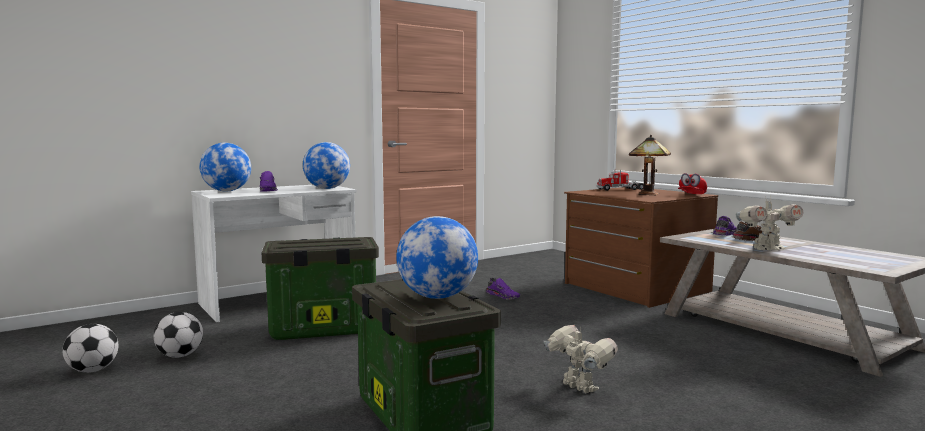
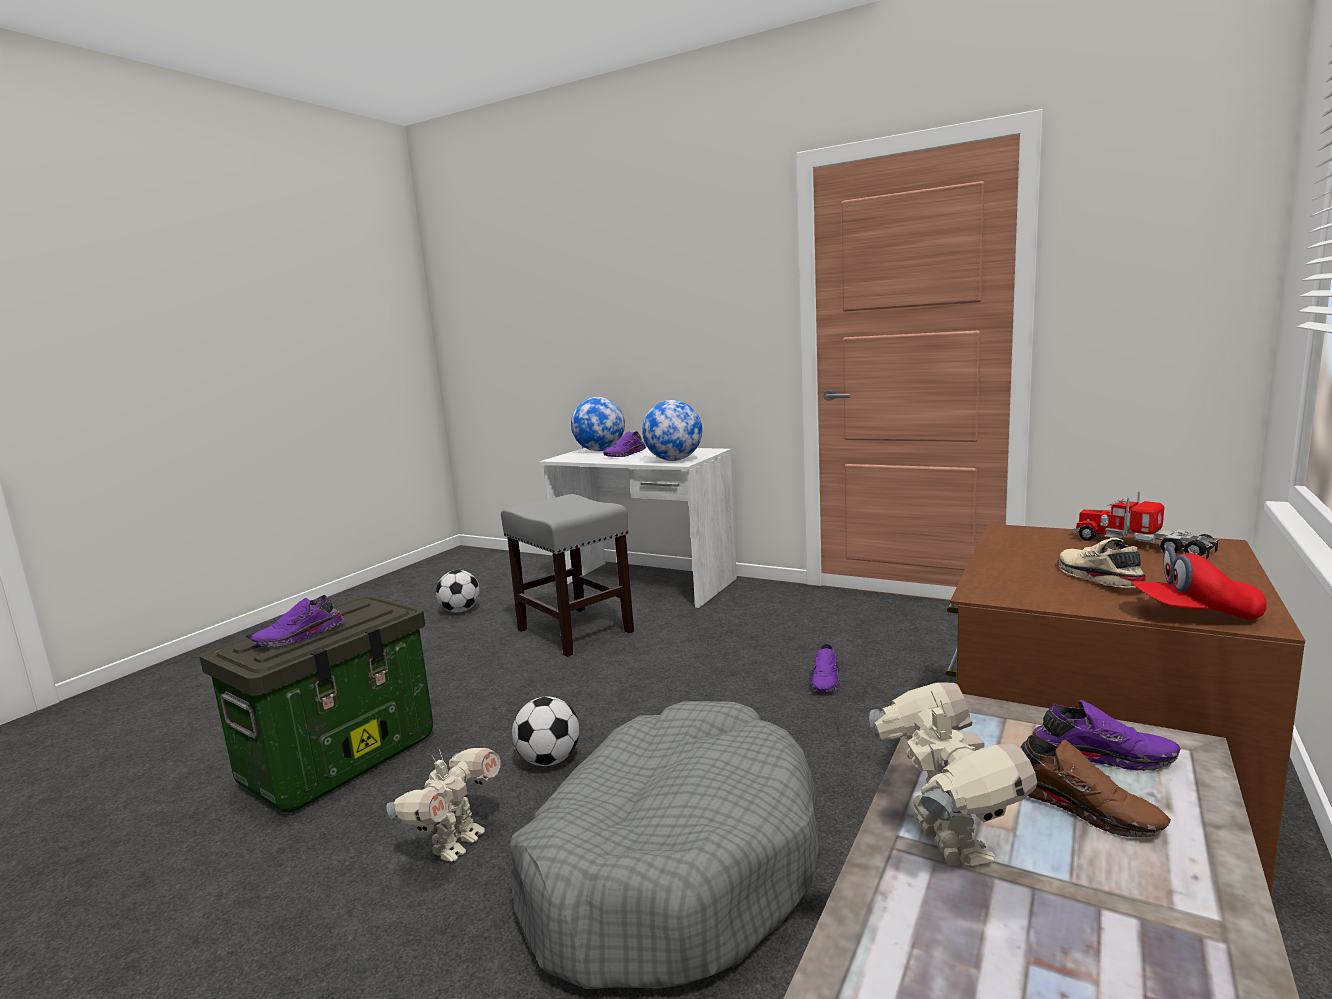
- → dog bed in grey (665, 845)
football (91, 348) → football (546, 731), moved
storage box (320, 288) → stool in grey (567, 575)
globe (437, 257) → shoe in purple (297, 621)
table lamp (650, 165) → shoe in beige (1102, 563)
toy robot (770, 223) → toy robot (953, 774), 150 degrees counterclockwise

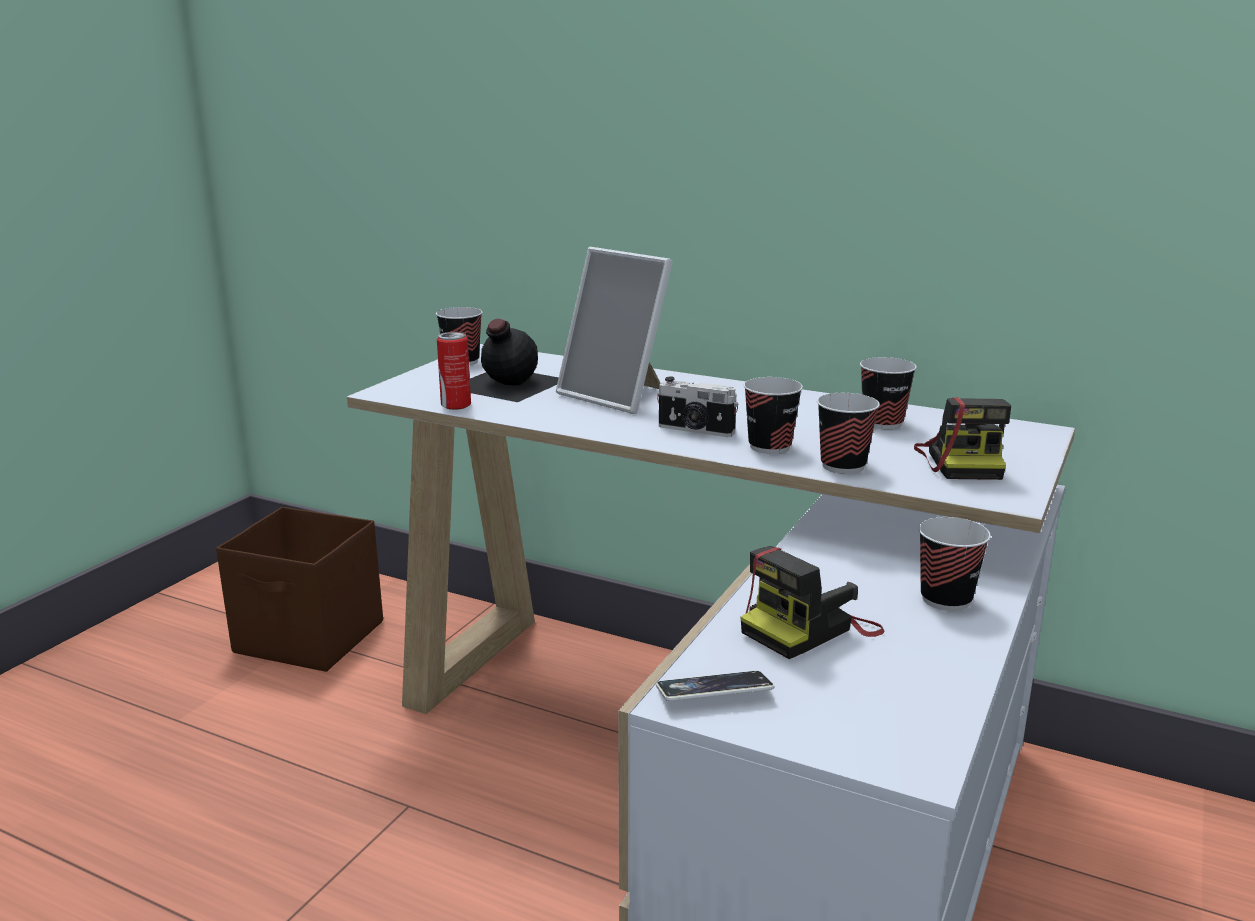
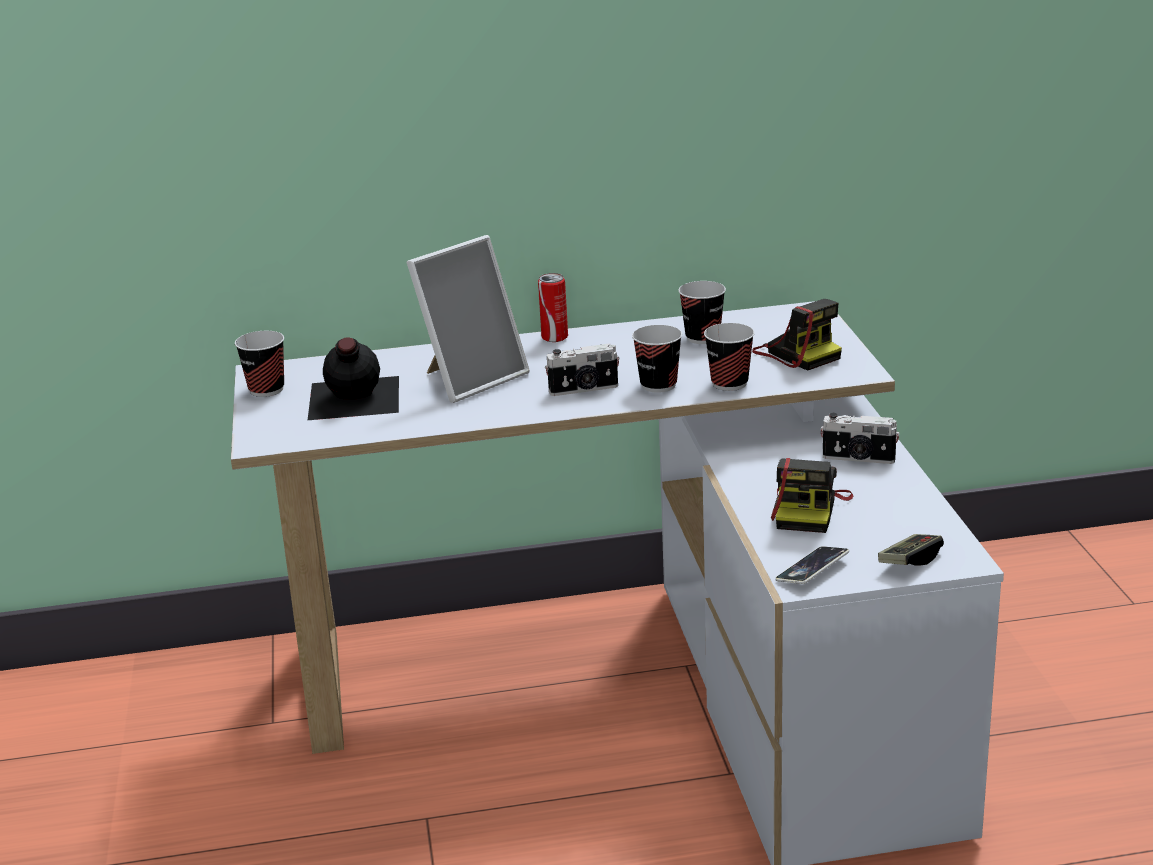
storage box in brown (299, 589) → -
- → game controller (911, 550)
can (454, 371) → can (553, 307), moved
cup (954, 564) → photo camera (860, 438)
picture frame (614, 330) → picture frame (468, 319), 45 degrees counterclockwise

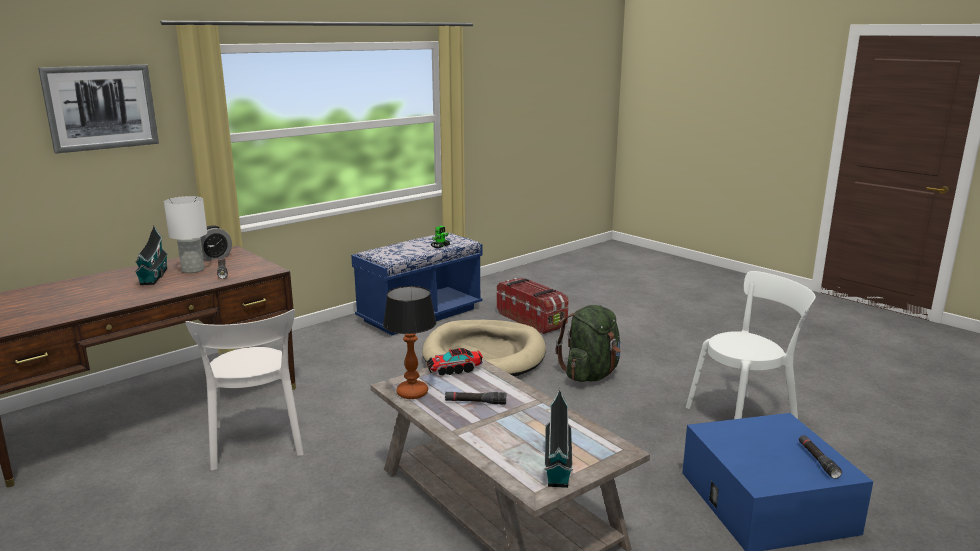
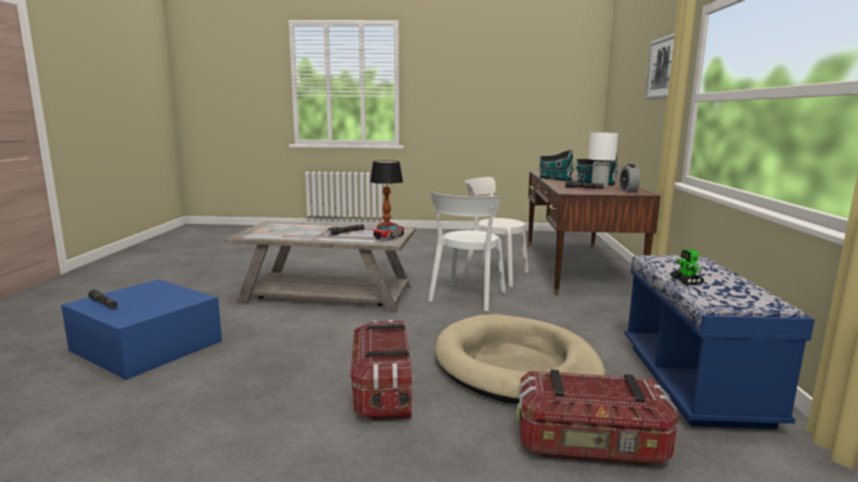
toy house (558, 438) → toy house (556, 165), moved
chair in white (751, 345) → chair in white (467, 251), moved
backpack in green (588, 343) → storage box (382, 370)

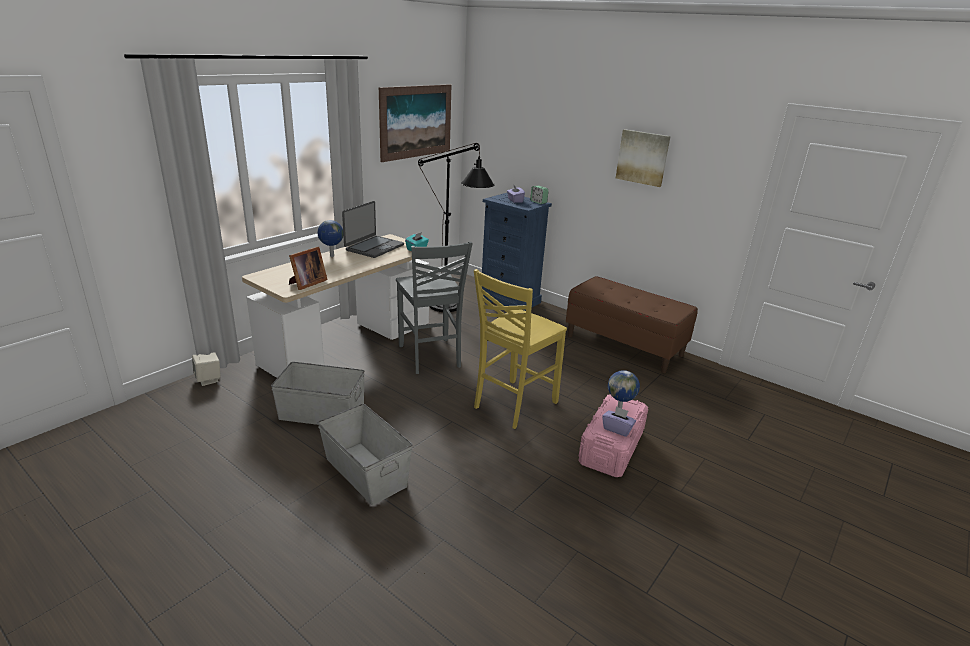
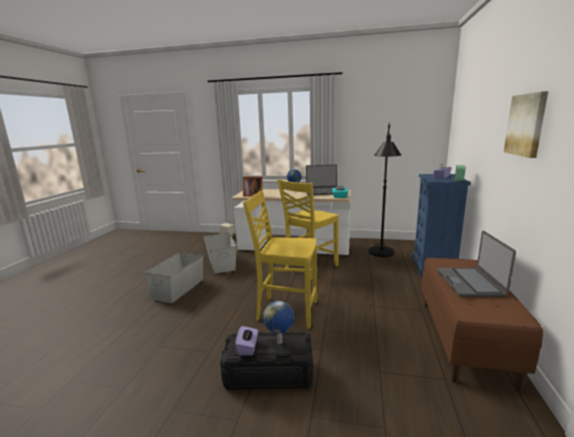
picture (415, 123) → -
- → laptop (476, 264)
chair in grey (434, 307) → chair in yellow (308, 229)
storage box in pink (613, 436) → storage box in black (266, 360)

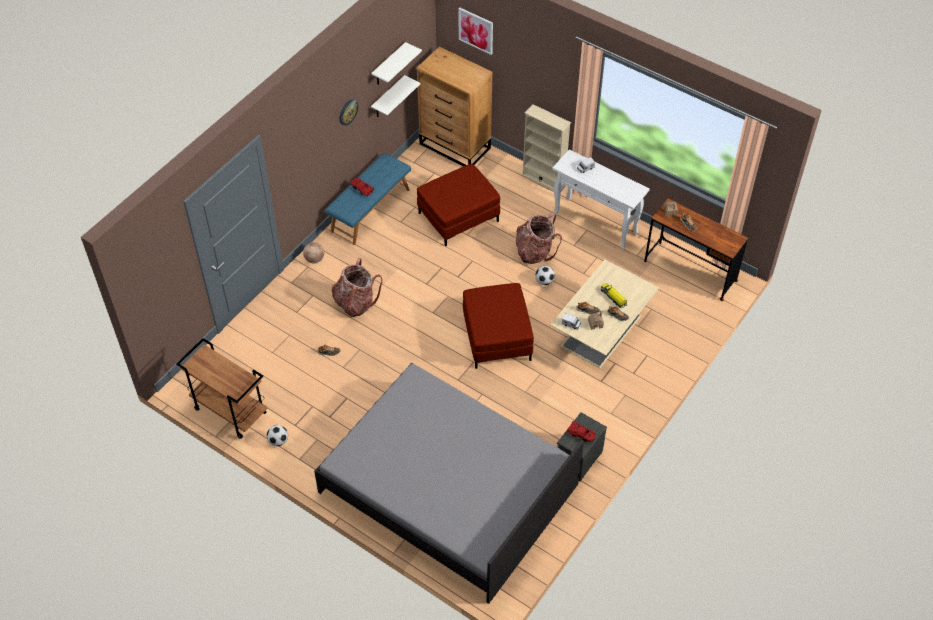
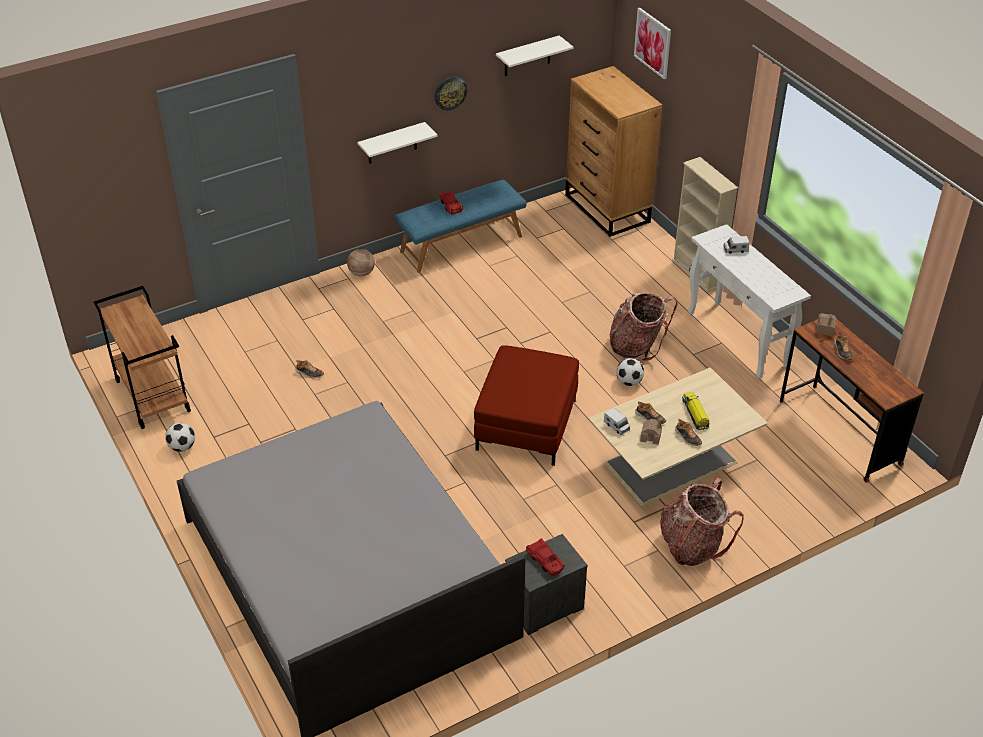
ottoman in red (458, 205) → -
backpack (357, 287) → backpack (702, 522), moved
shelf in white (395, 96) → shelf in white (398, 143), moved

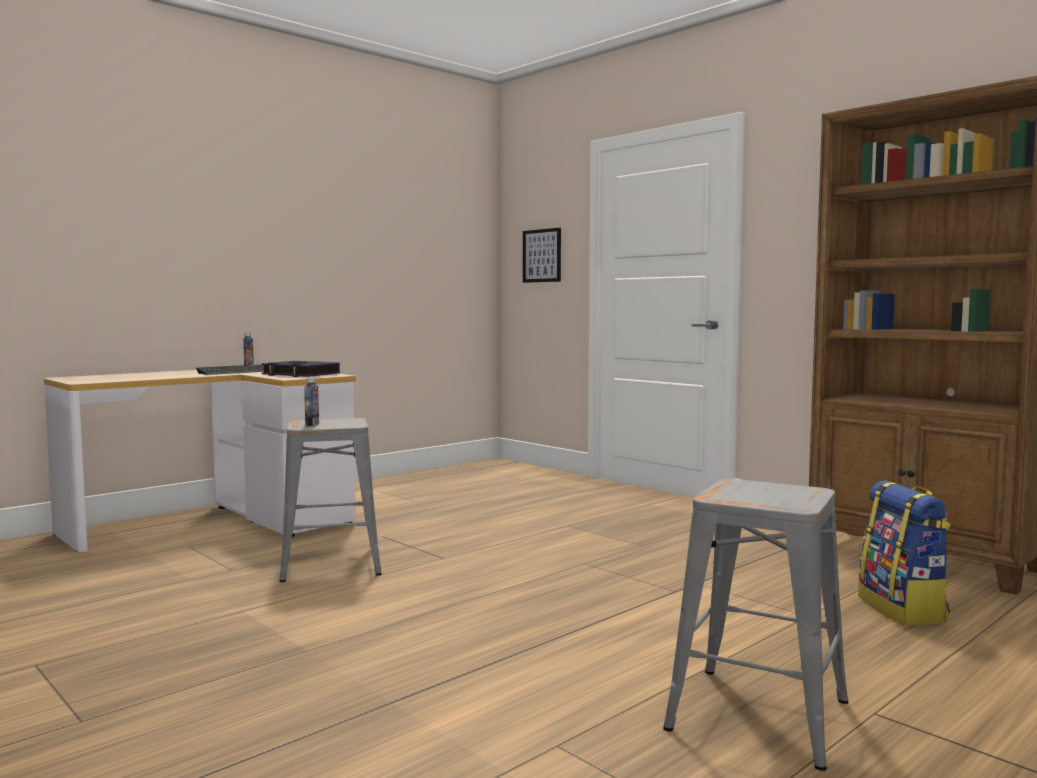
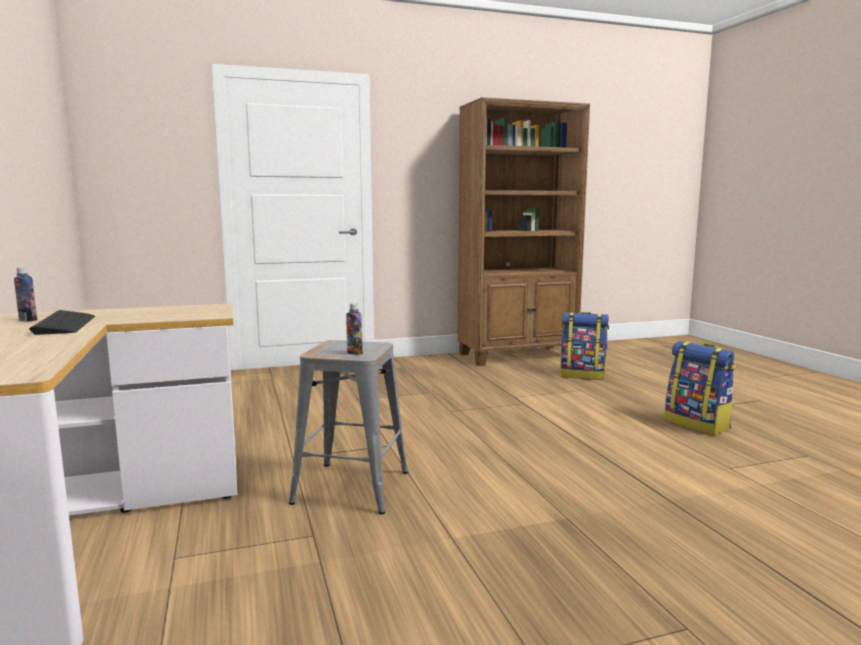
book (301, 369) → -
picture (542, 255) → -
stool in grey (755, 625) → backpack (700, 388)

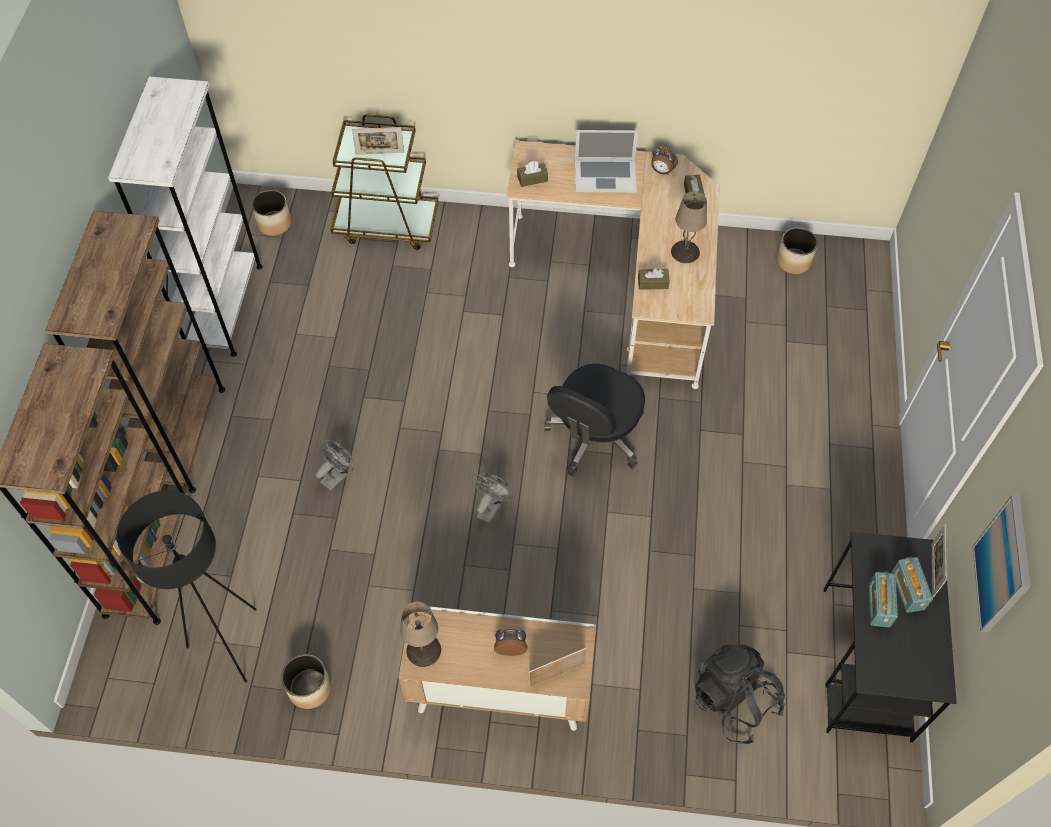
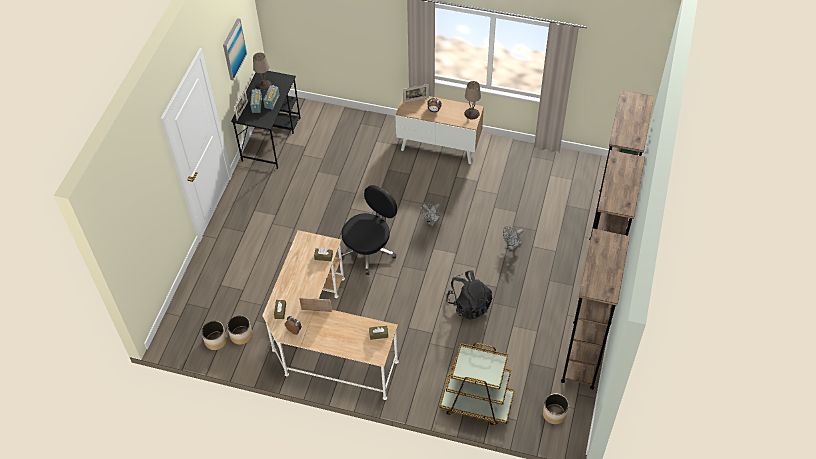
floor lamp in black (187, 587) → -
laptop (606, 161) → -
planter (306, 681) → planter (240, 330), moved
picture frame (378, 141) → picture frame (315, 305), moved
table lamp in beige (689, 227) → table lamp in beige (262, 72), moved
backpack in black (740, 693) → backpack in black (469, 295), moved
bookcase in white (185, 217) → bookcase in brown (595, 309)

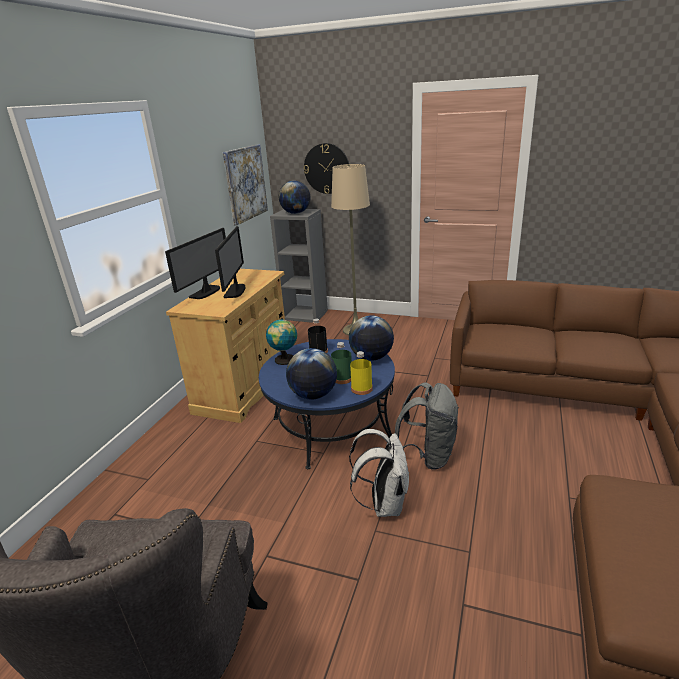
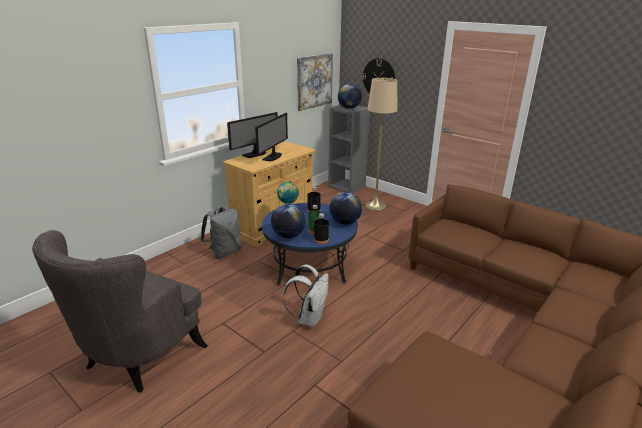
backpack in grey (427, 426) → backpack in grey (221, 232), moved
bottle in yellow (361, 373) → bottle in black (321, 228)

